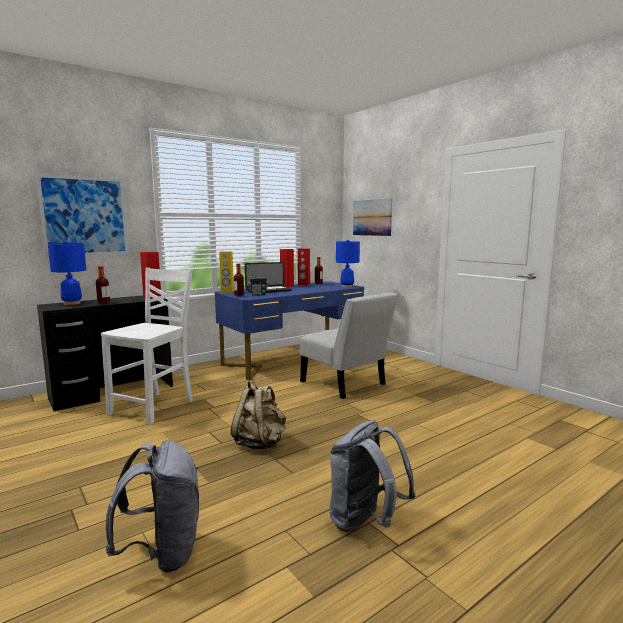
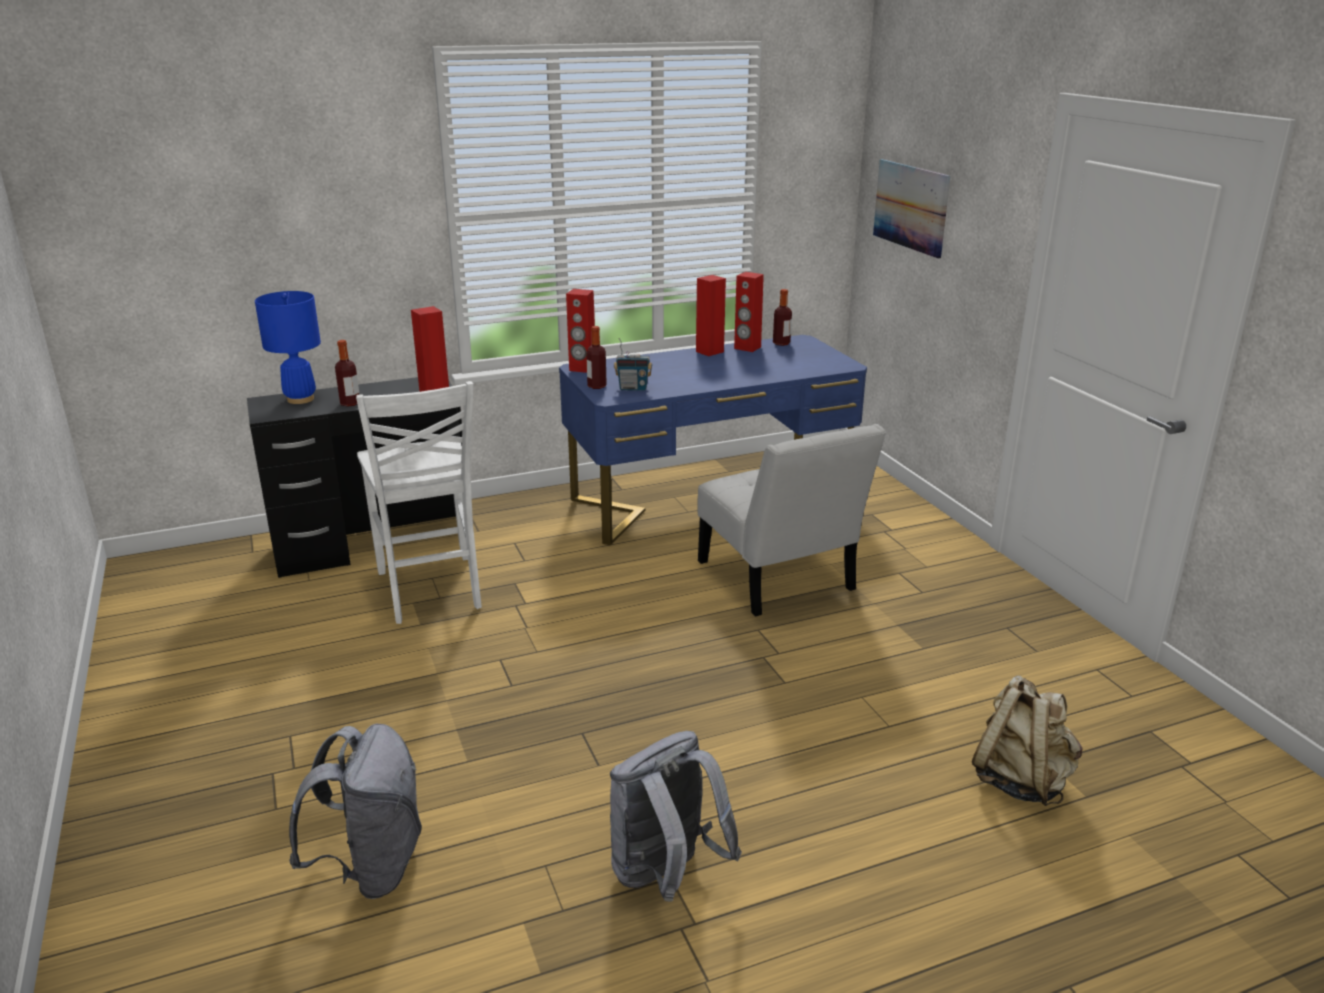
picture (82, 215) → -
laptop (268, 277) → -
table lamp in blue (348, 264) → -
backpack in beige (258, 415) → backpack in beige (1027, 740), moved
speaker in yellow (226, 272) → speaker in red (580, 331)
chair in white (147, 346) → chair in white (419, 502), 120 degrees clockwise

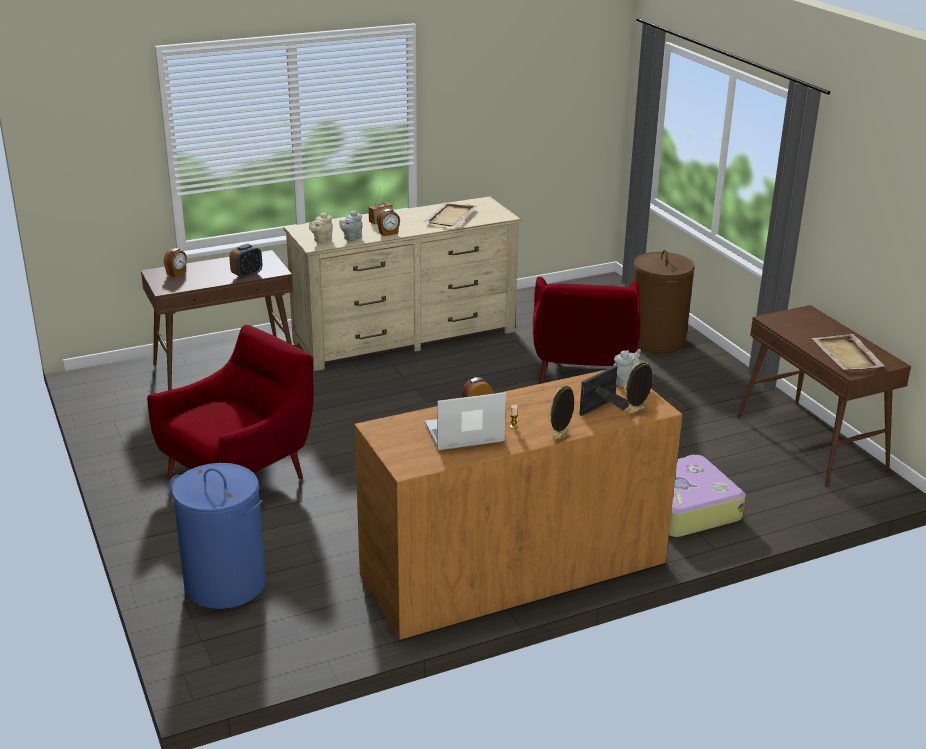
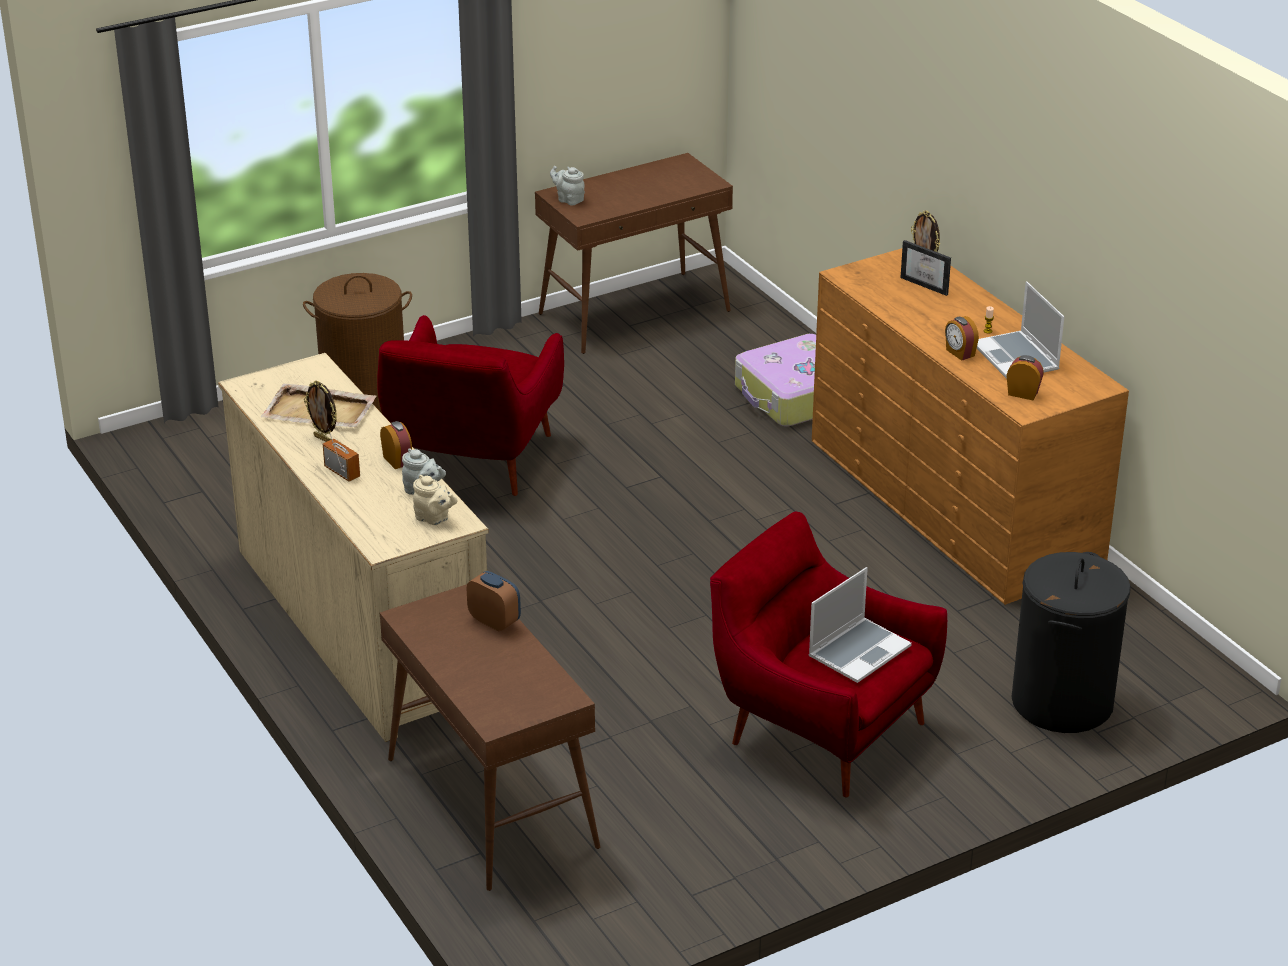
tray in beige (848, 352) → -
- → laptop (860, 625)
alarm clock (175, 262) → alarm clock (1025, 377), moved
picture frame (561, 412) → picture frame (320, 411), moved
teapot in grey (627, 368) → teapot in grey (567, 185), moved
laundry basket in blue (217, 536) → laundry basket in black (1071, 642)
armchair in red (586, 330) → armchair in red (470, 405), 105 degrees clockwise

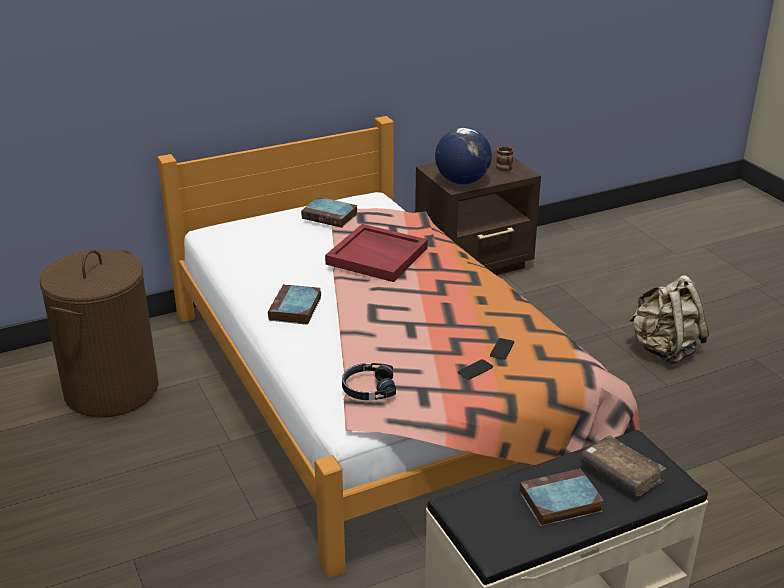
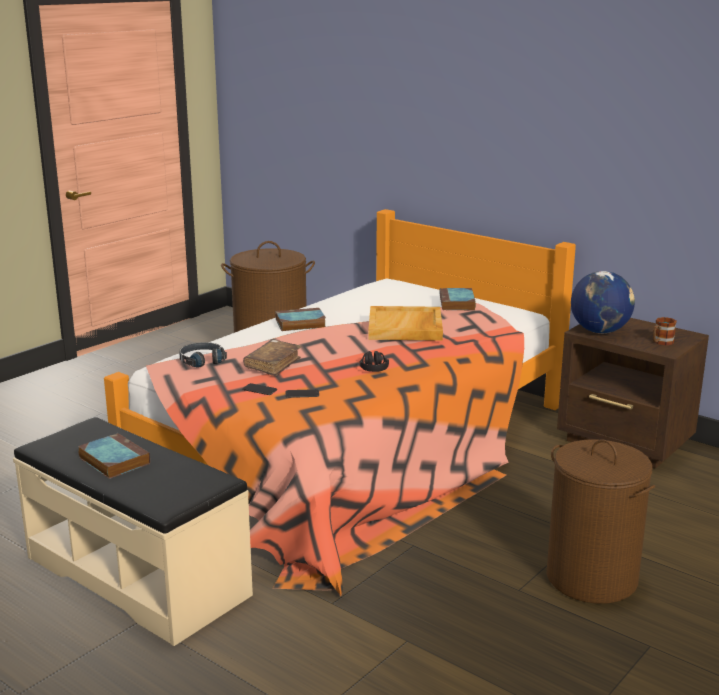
- → headphones in black (374, 361)
book in brown (623, 466) → book in brown (272, 358), moved
backpack in beige (669, 319) → laundry basket in brown (600, 521)
tray in red (376, 253) → tray in beige (405, 323)

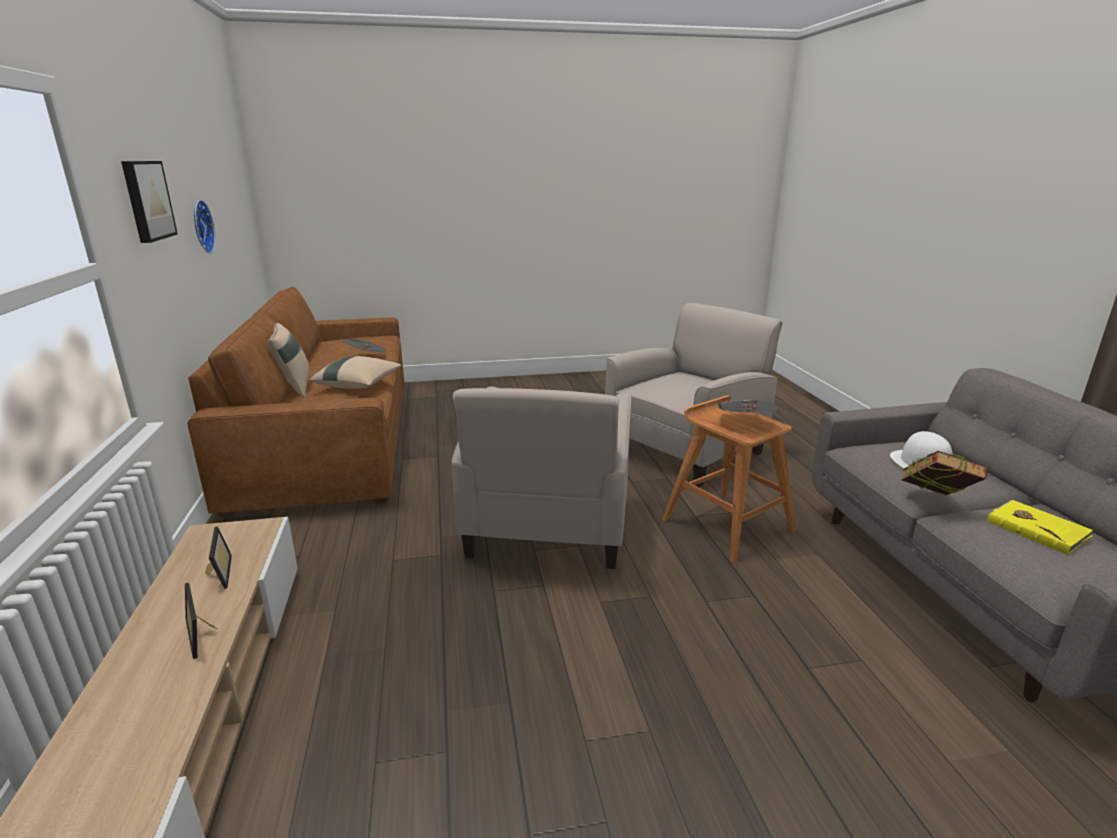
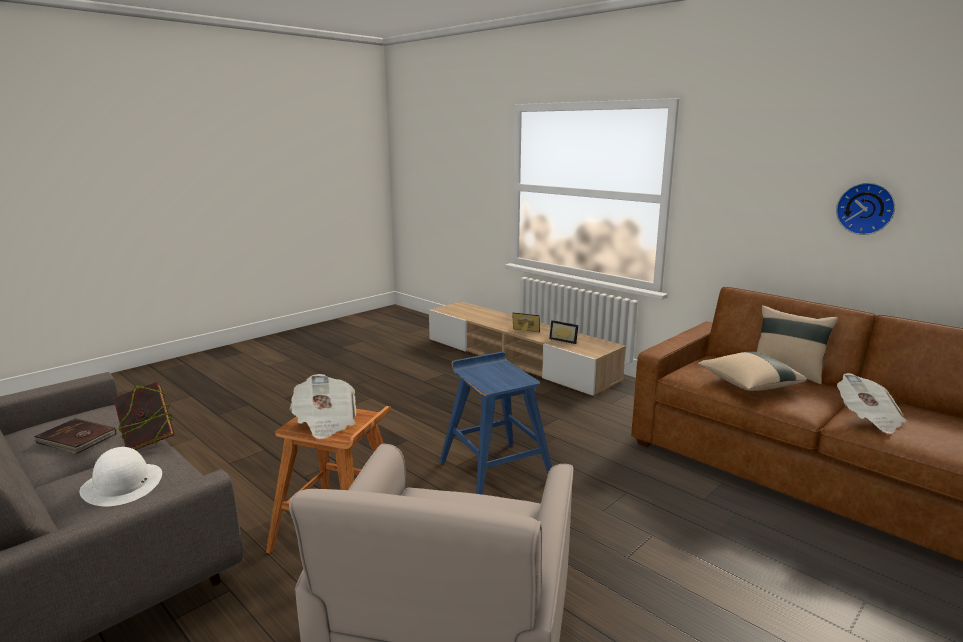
picture (149, 202) → -
armchair in beige (541, 478) → stool in blue (495, 423)
book in yellow (1040, 527) → book in brown (75, 436)

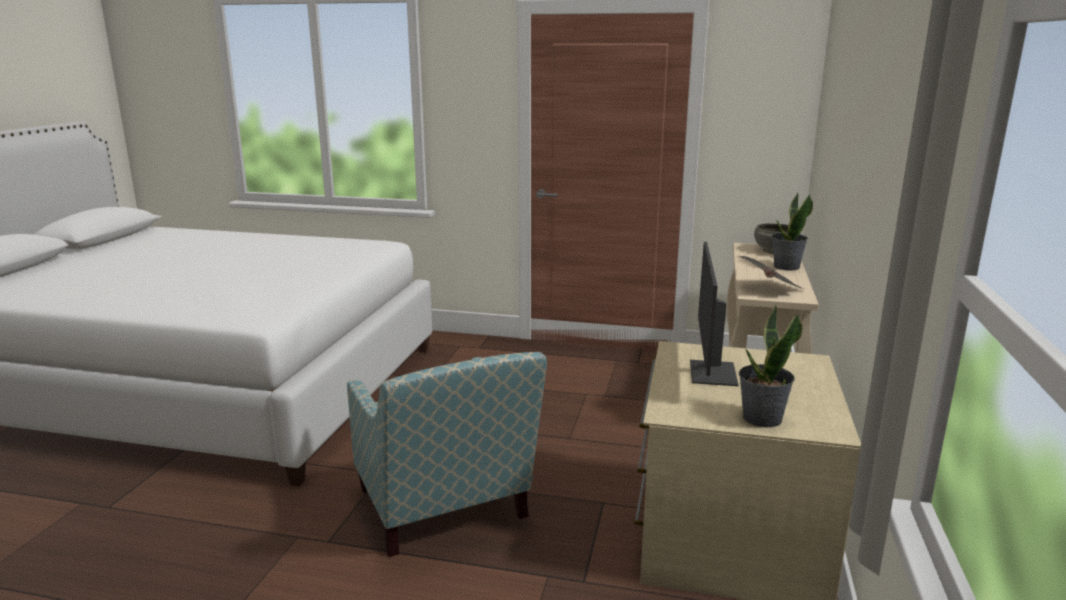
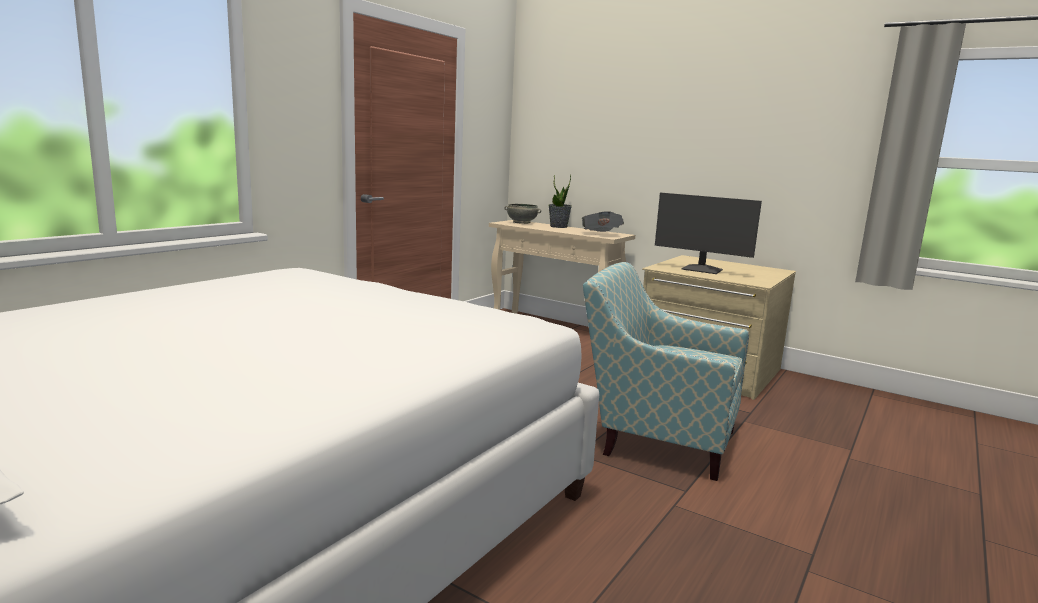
potted plant (771, 365) → -
armchair (447, 454) → armchair (666, 371), 150 degrees counterclockwise

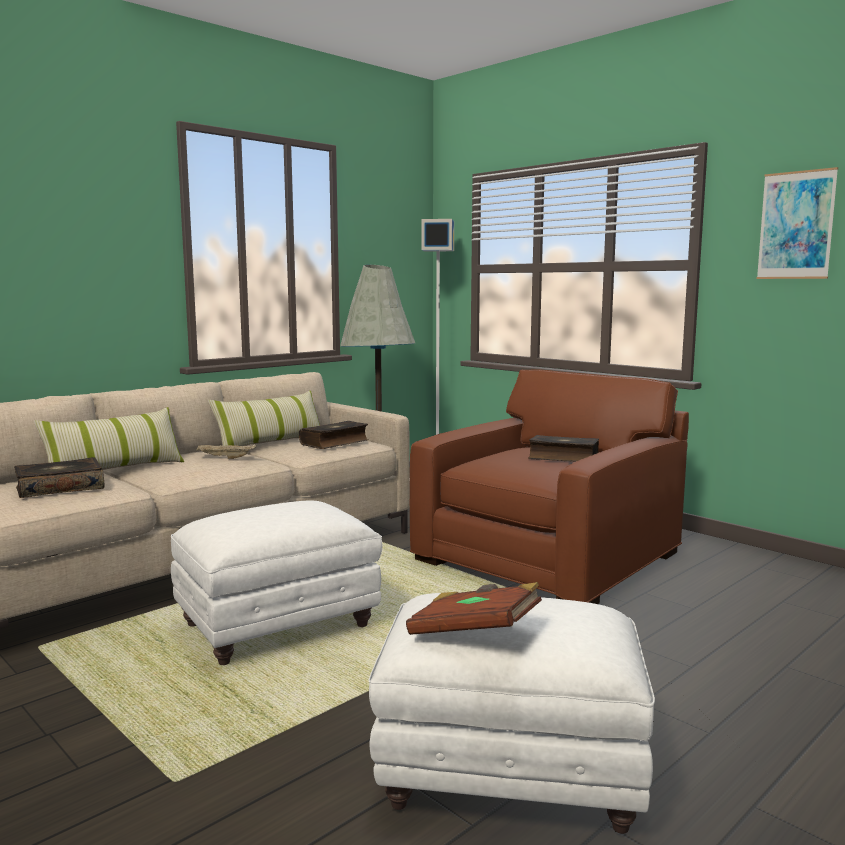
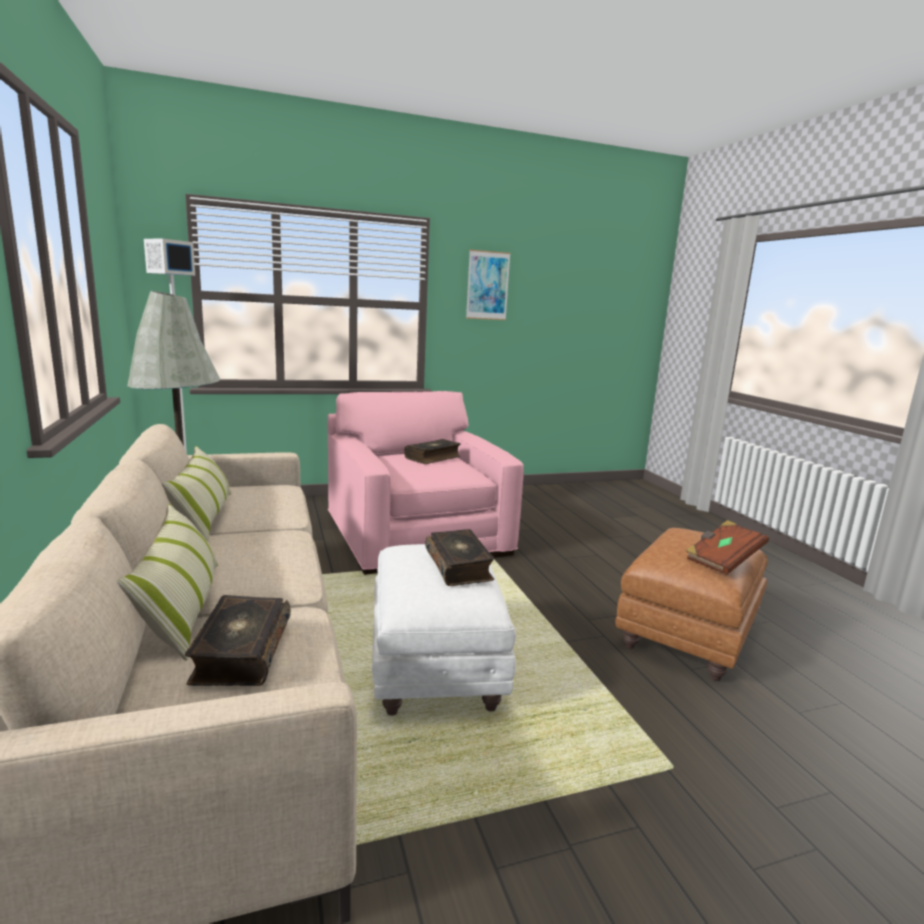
tray in beige (226, 452) → -
book (333, 435) → book (459, 557), moved
ottoman in white (511, 713) → ottoman in brown (691, 604)
armchair in brown (549, 486) → armchair in pink (425, 483)

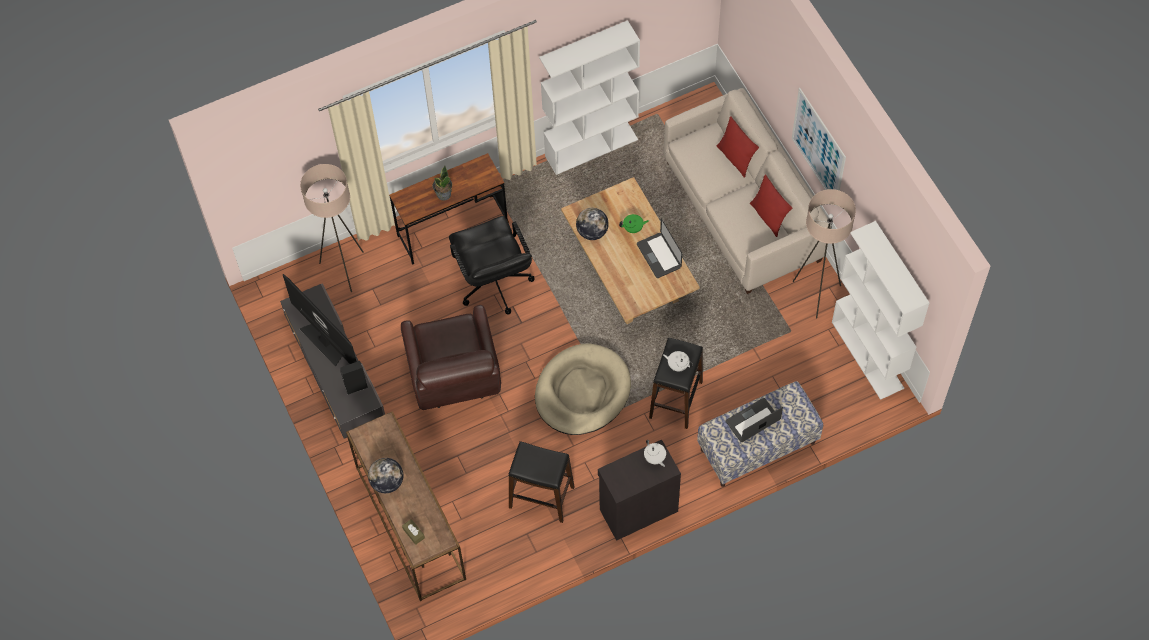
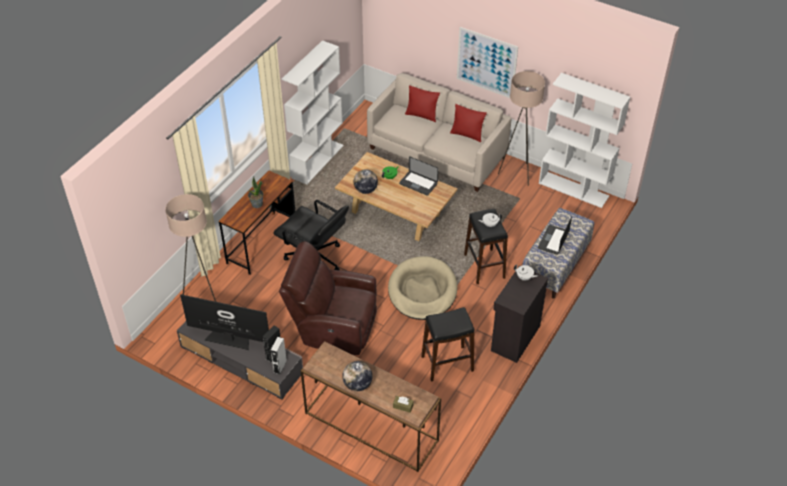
- → speaker in grey (279, 355)
armchair in brown (451, 357) → armchair in brown (328, 298), 150 degrees clockwise

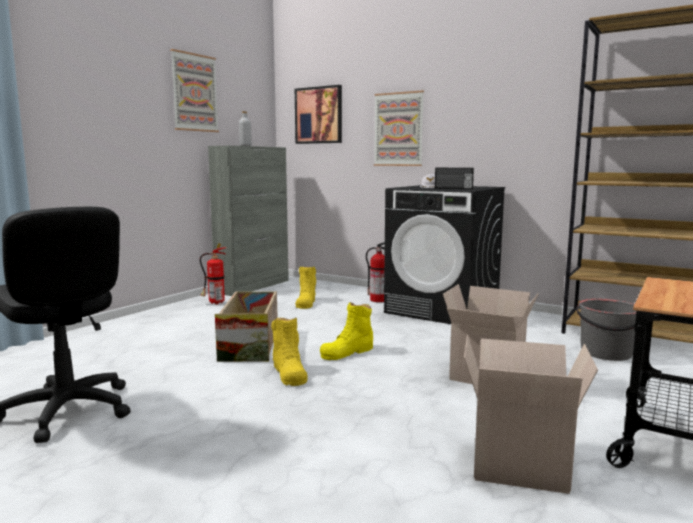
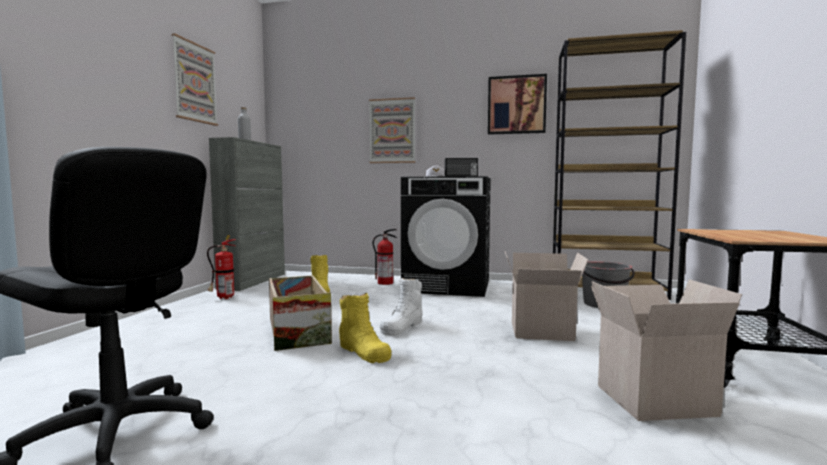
picture (318, 114) → picture (517, 104), moved
boot in yellow (346, 331) → boot in white (401, 306)

